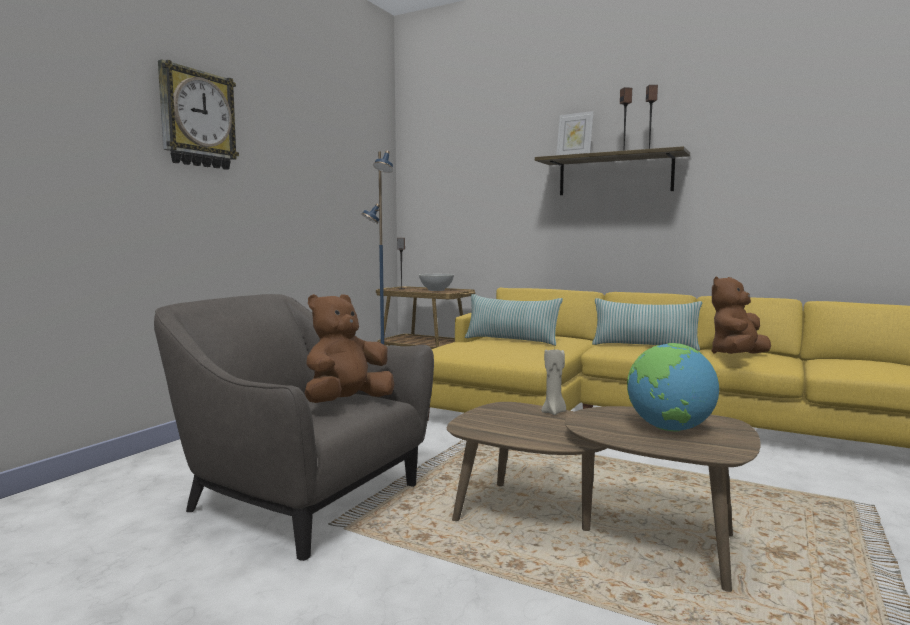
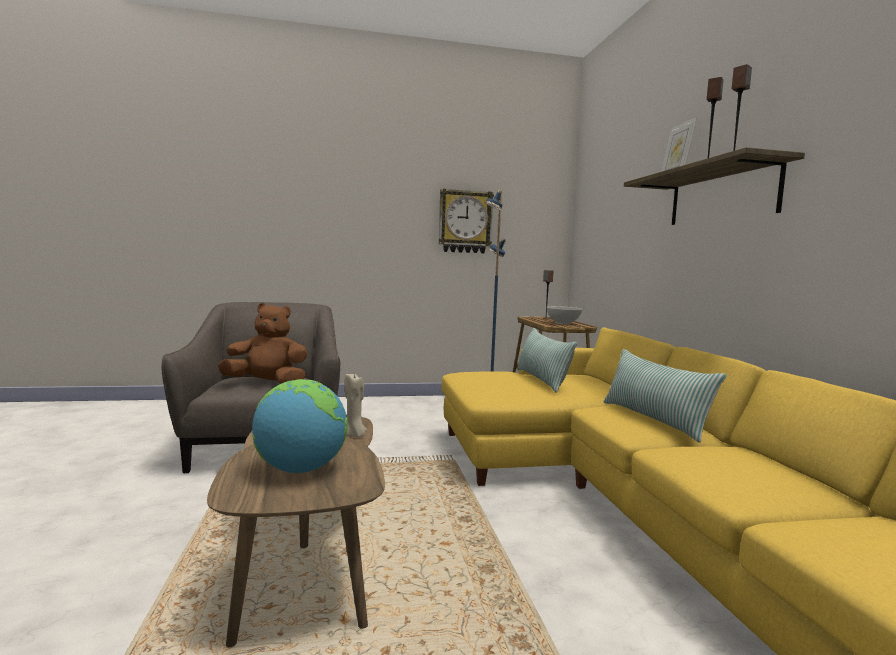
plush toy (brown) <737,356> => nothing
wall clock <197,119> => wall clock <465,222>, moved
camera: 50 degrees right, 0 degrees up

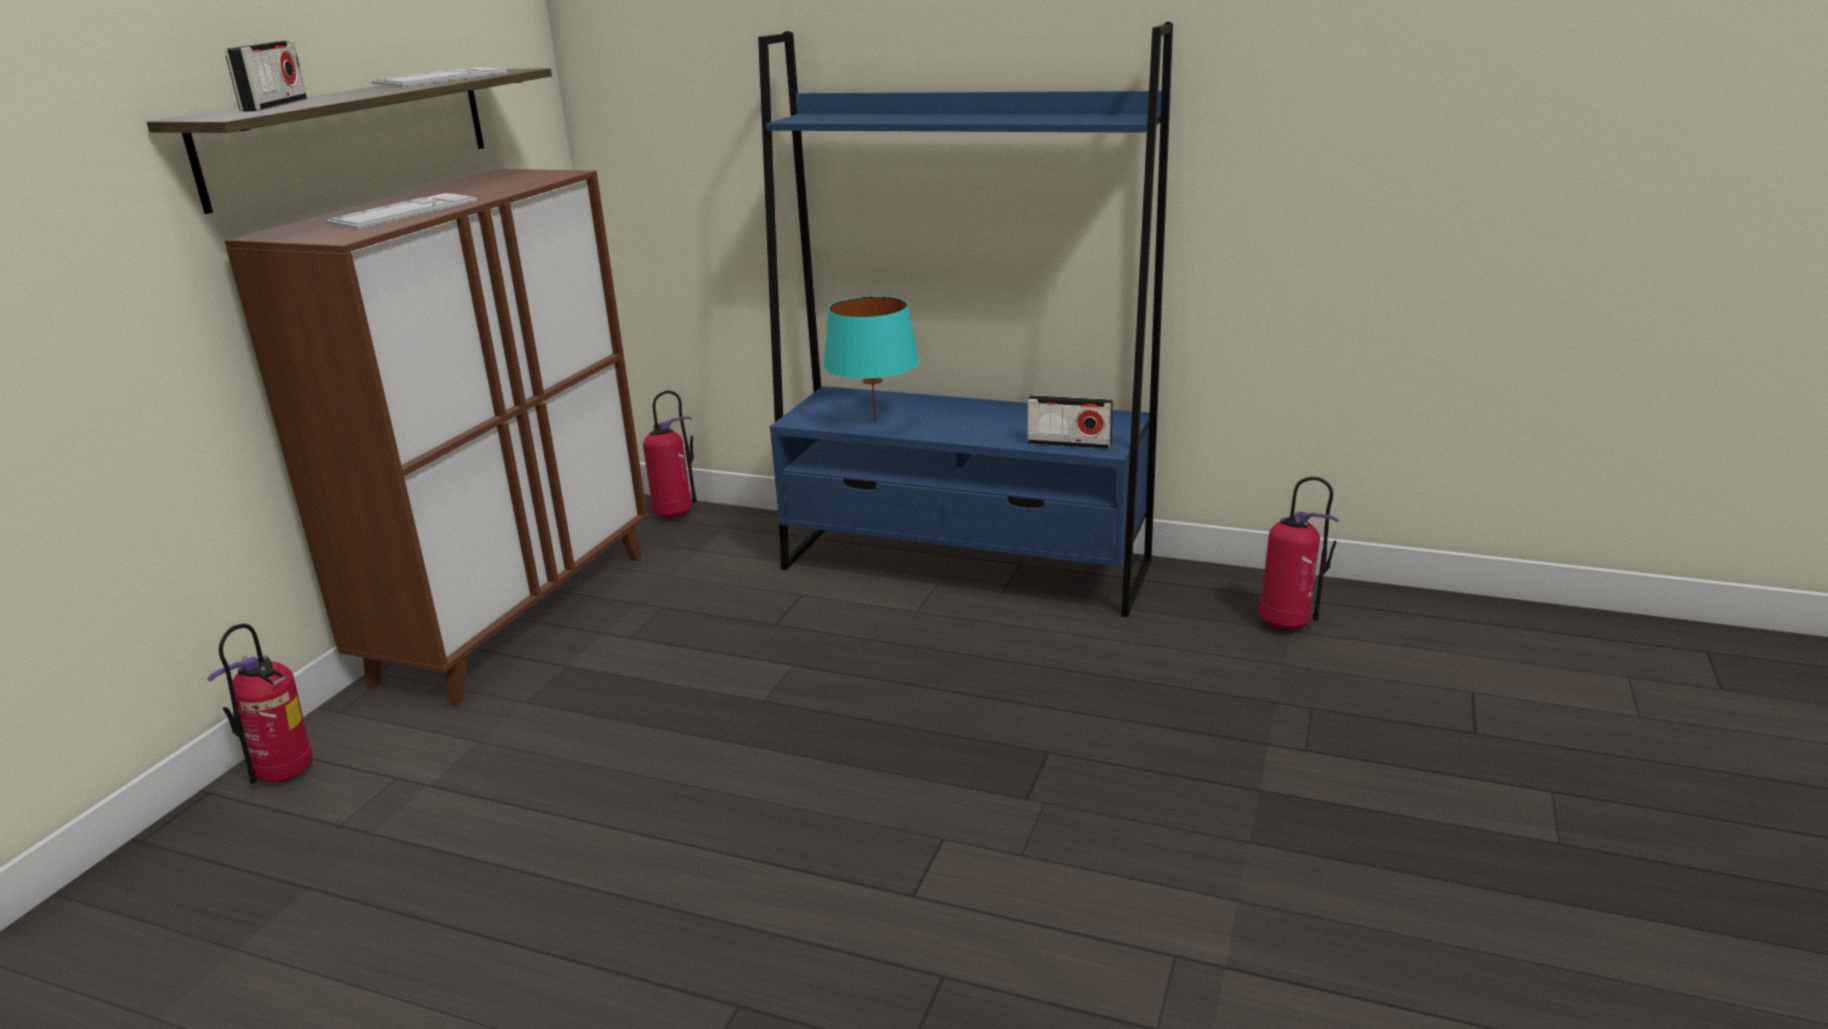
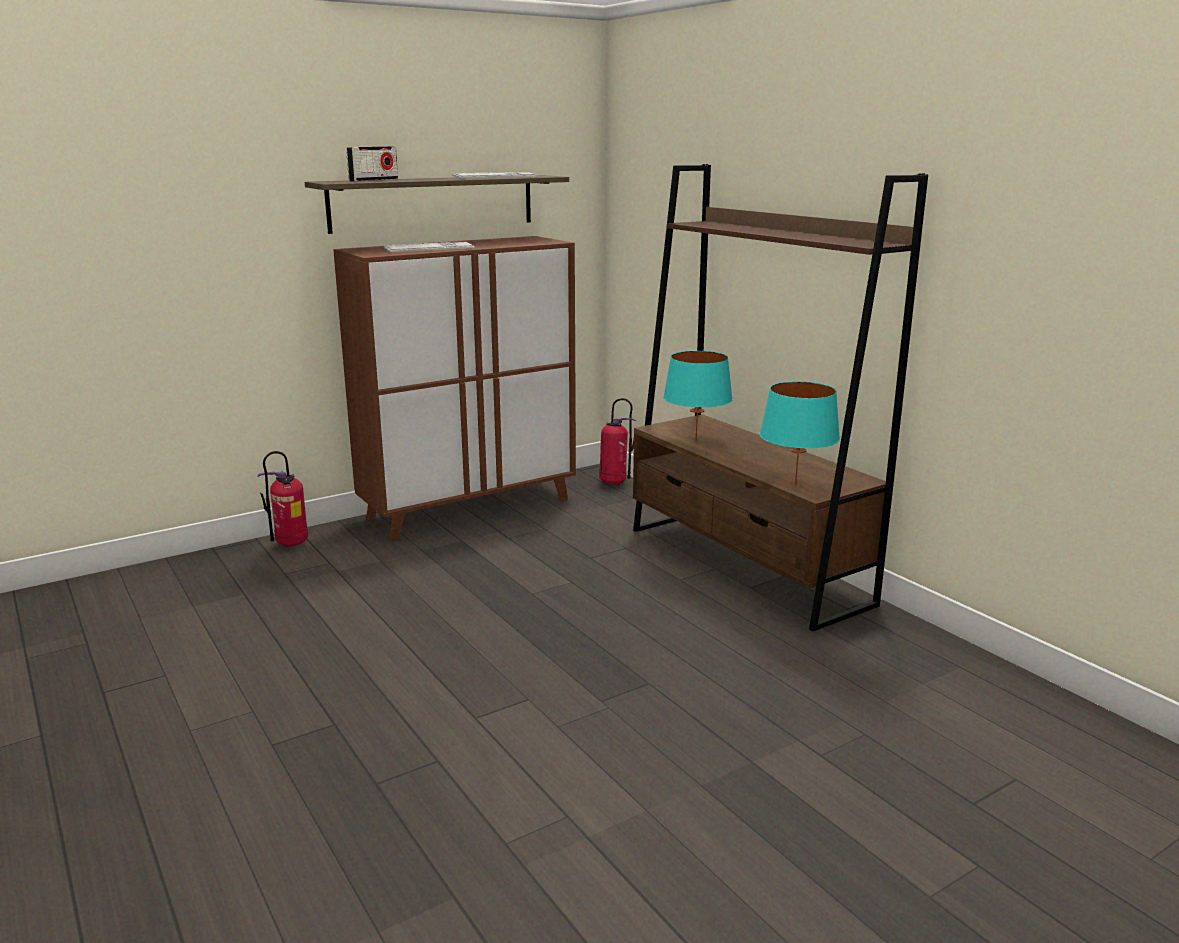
fire extinguisher <1287,623> => nothing
radio <1069,444> => table lamp (turquoise) <795,484>
bookcase (blue) <965,566> => bookcase (brown) <746,565>
camera: 35 degrees right, 5 degrees down

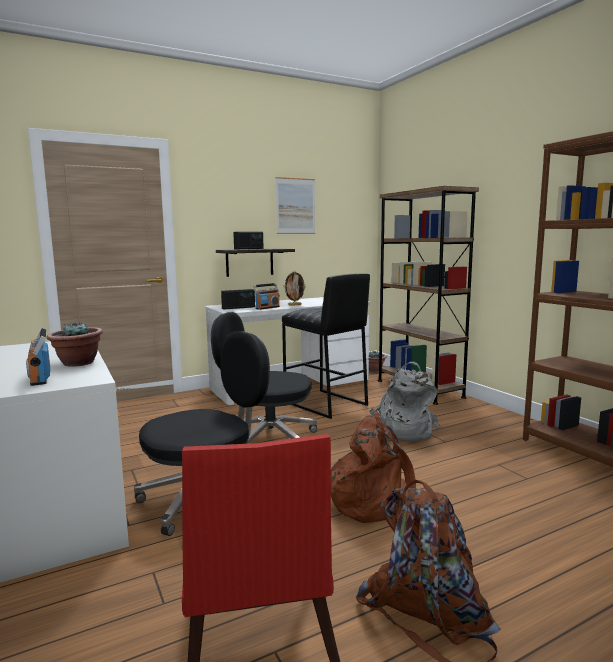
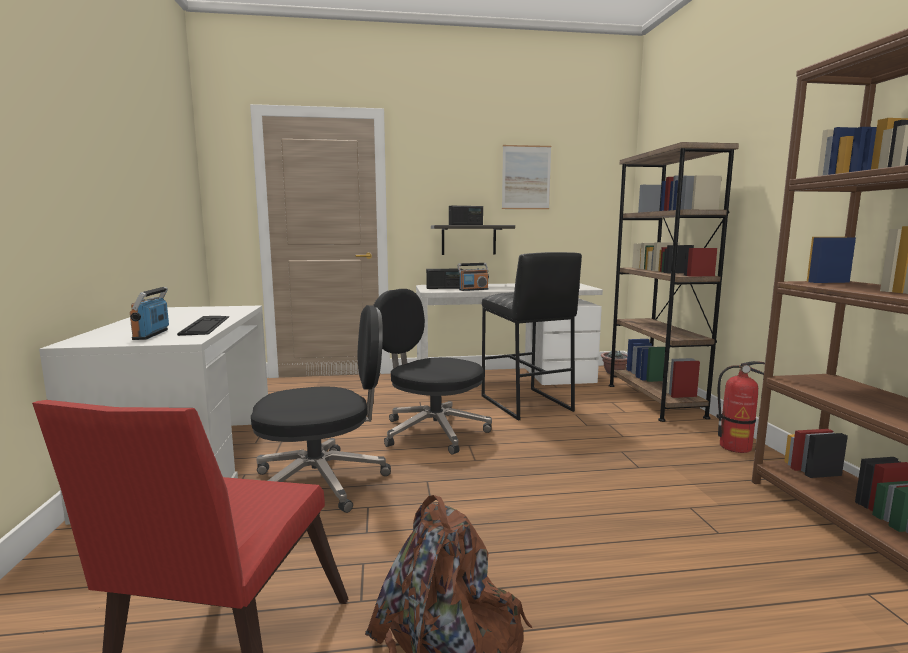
picture frame <294,305> => nothing
backpack (brown) <373,501> => nothing
backpack (grey) <402,430> => nothing
nothing => fire extinguisher <735,447>
potted plant <78,363> => keyboard <205,325>
camera: 20 degrees right, 0 degrees up

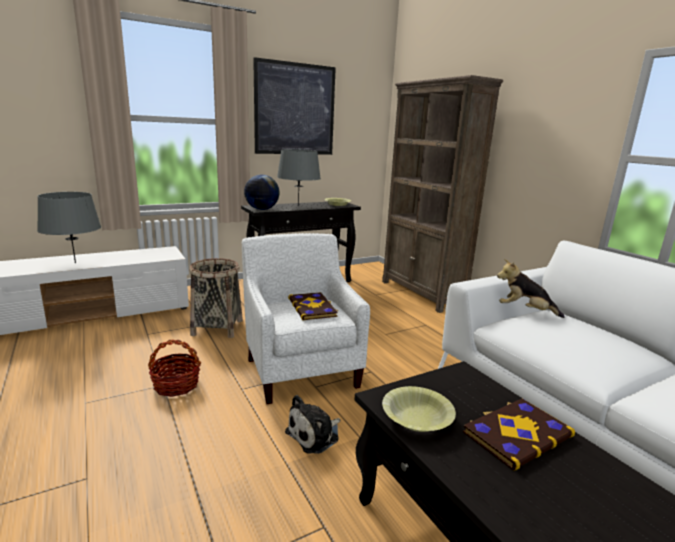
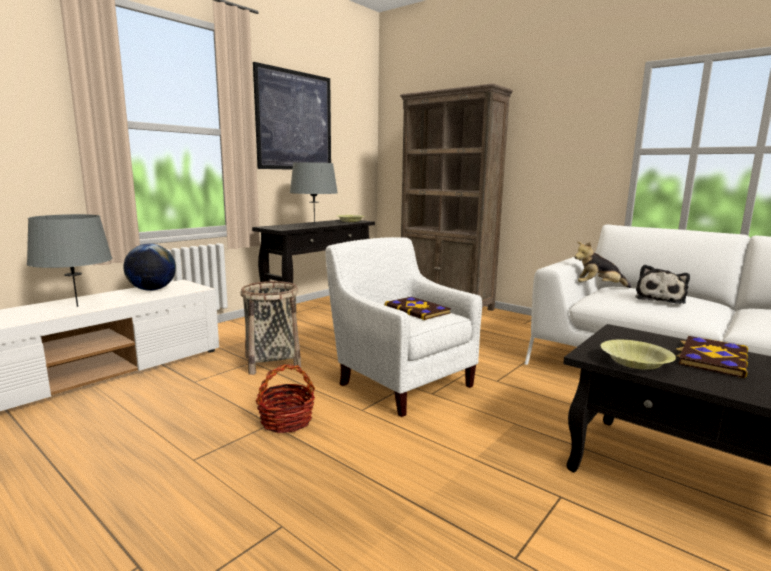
globe <262,209> => globe <152,290>, moved
plush toy <315,435> => plush toy <660,299>, moved
camera: 20 degrees left, 5 degrees down

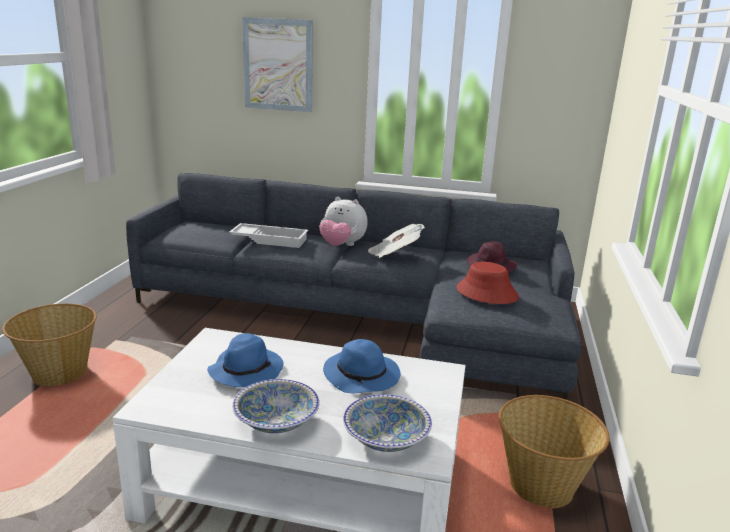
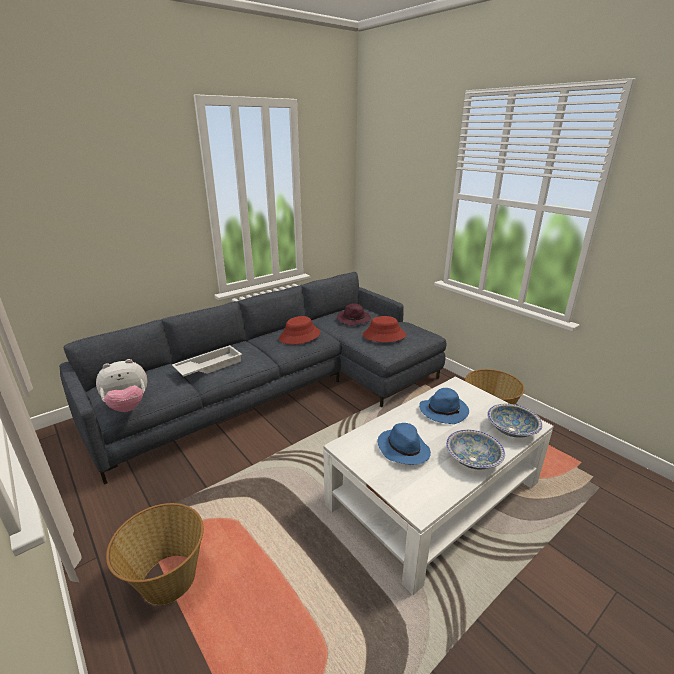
picture <278,65> => nothing
plush toy <342,245> => plush toy <128,406>, moved
newspaper <394,254> => hat (red) <300,336>
camera: 50 degrees left, 5 degrees up

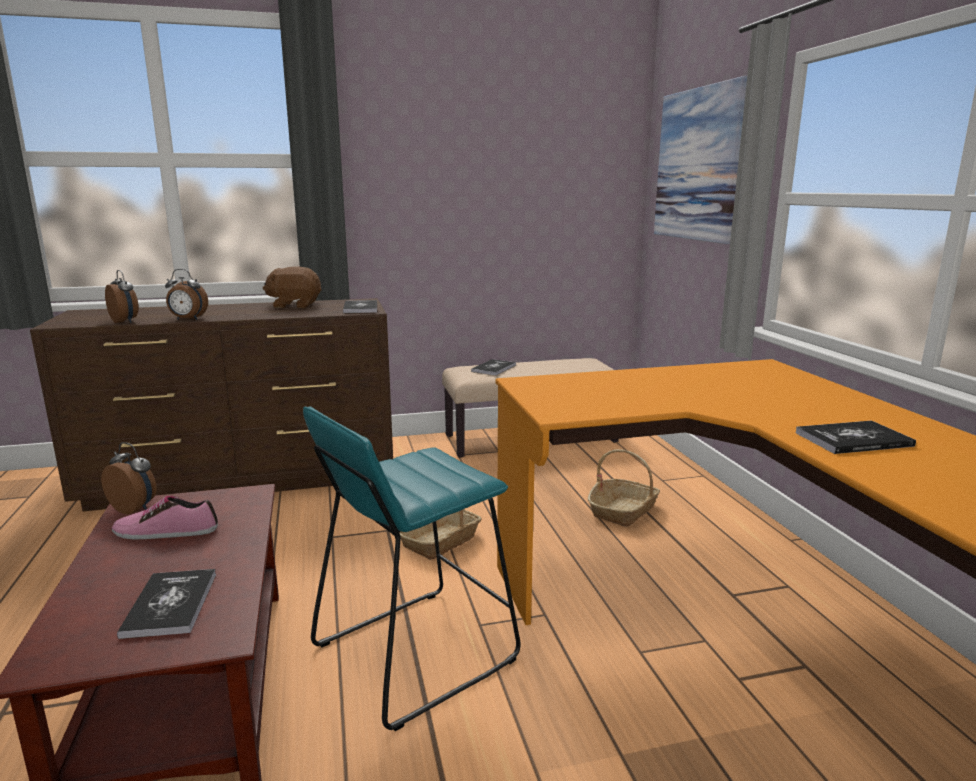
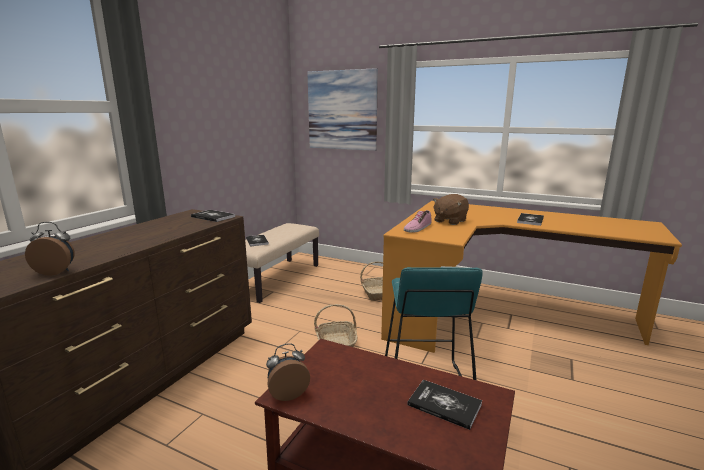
alarm clock <188,319> => nothing
shoe <166,531> => shoe <417,228>, moved
plush toy (brown) <295,305> => plush toy (brown) <449,221>, moved
camera: 50 degrees left, 0 degrees up

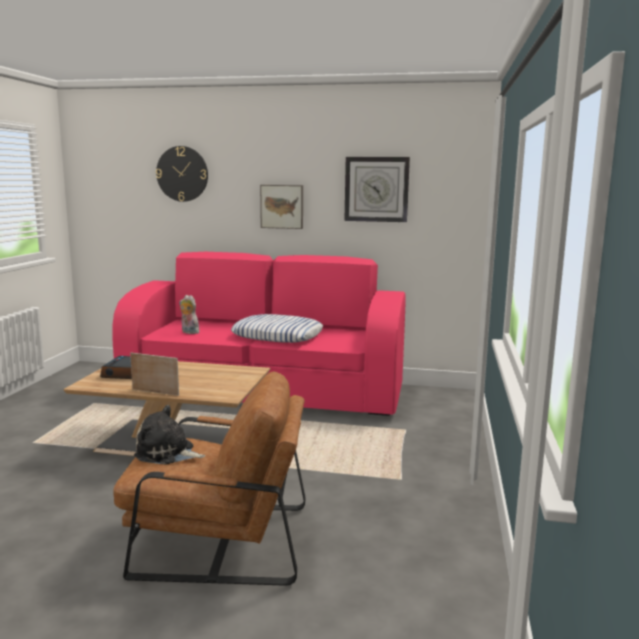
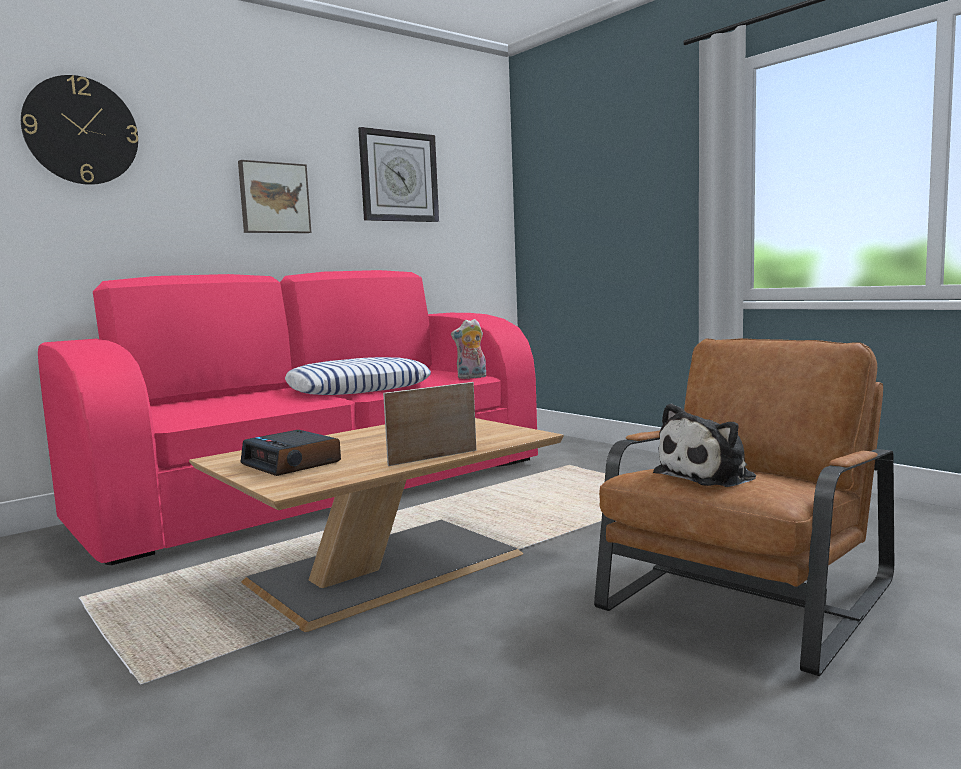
plush toy <189,332> => plush toy <471,377>, moved
camera: 50 degrees left, 5 degrees down

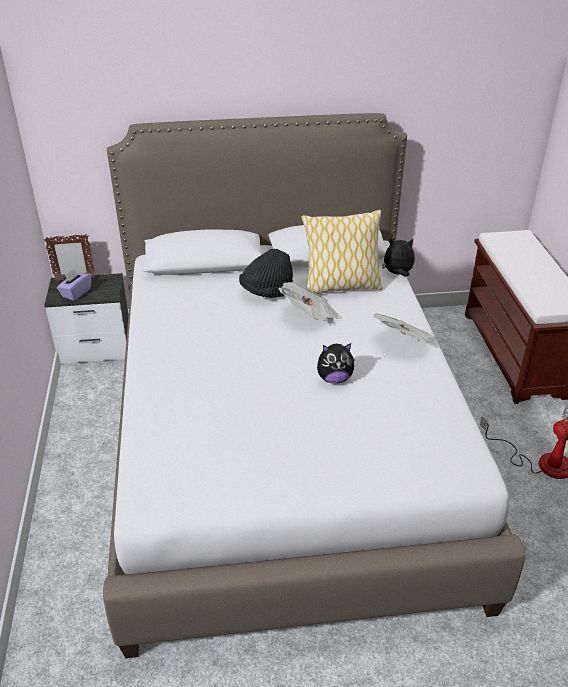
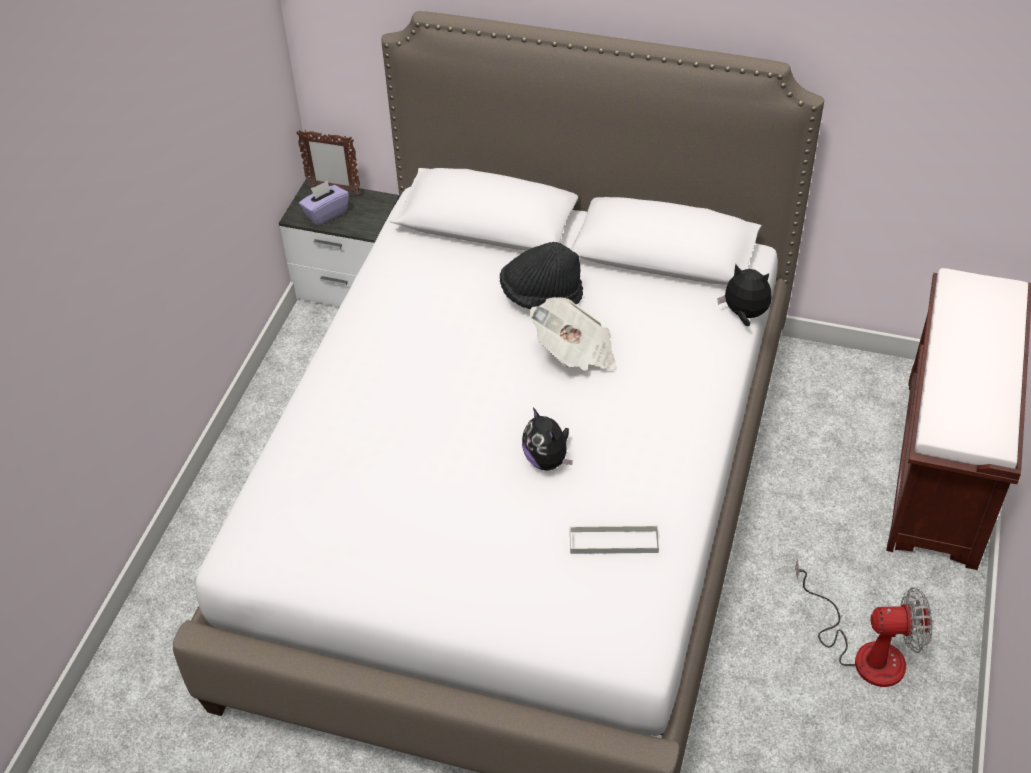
pillow <341,286> => nothing
newspaper <404,342> => nothing
nothing => tray (grey) <613,542>
plush toy <334,379> => plush toy <547,460>, 45 degrees clockwise
camera: 25 degrees right, 10 degrees up

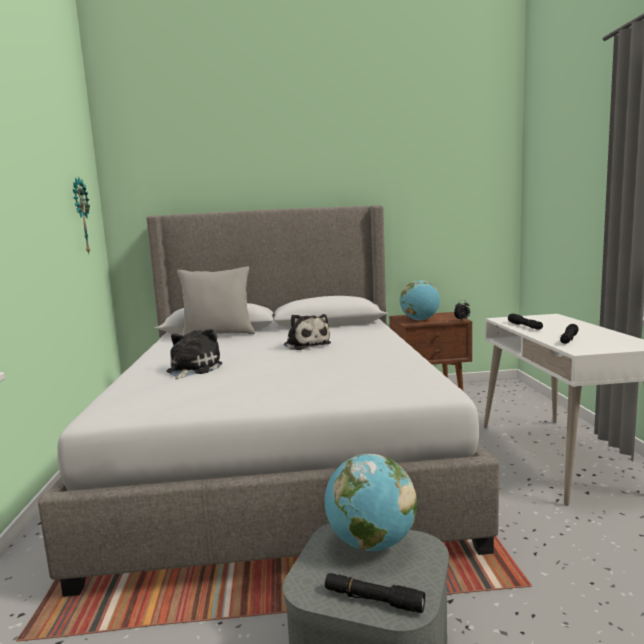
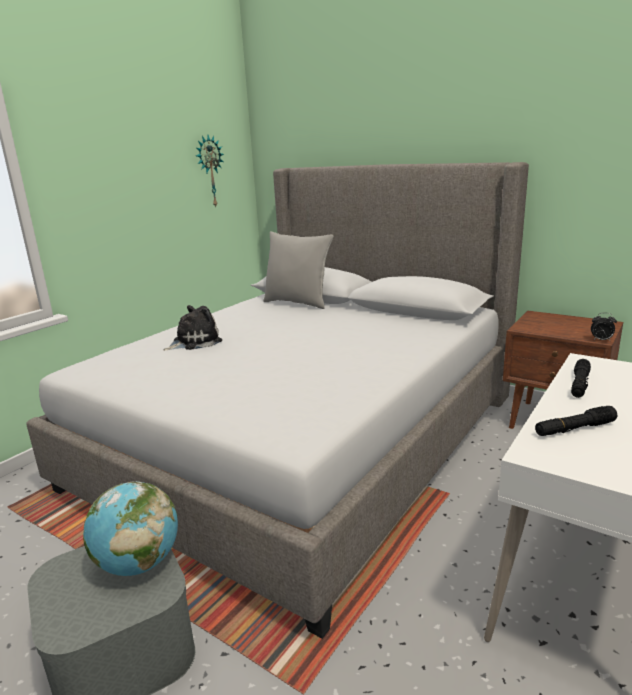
plush toy <306,345> => nothing
flashlight (black) <373,600> => nothing
globe <420,320> => nothing
camera: 40 degrees right, 10 degrees up

